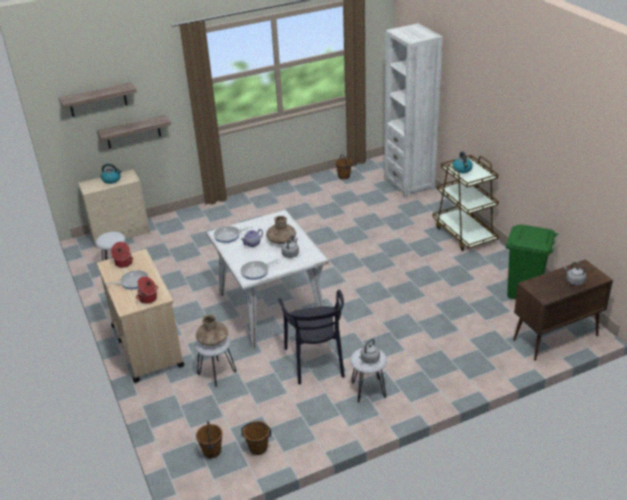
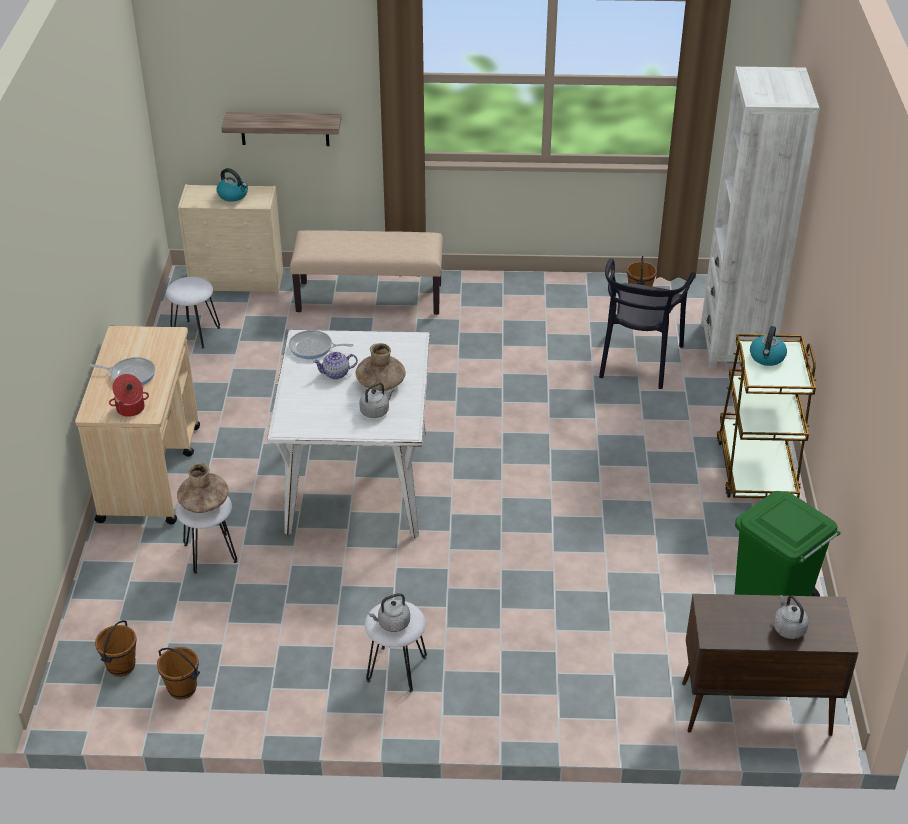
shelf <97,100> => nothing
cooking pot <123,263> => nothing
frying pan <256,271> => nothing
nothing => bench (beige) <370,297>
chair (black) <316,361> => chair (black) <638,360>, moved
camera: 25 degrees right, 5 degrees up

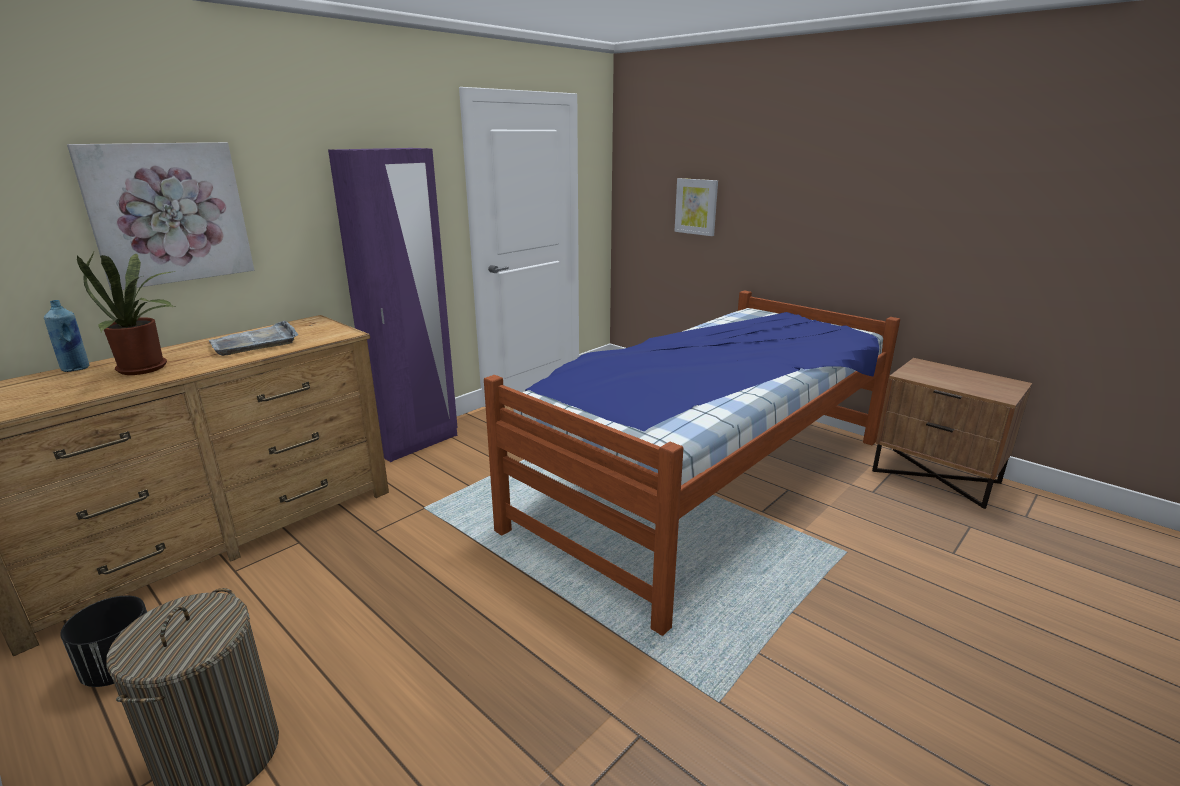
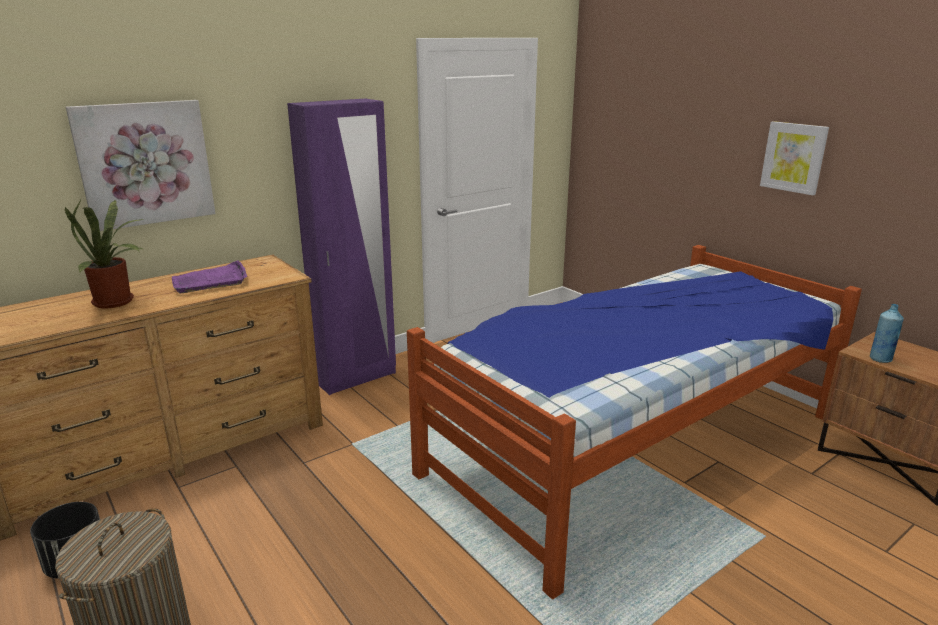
bottle (blue) <76,368> => bottle (blue) <880,359>, moved
picture <696,206> => picture <794,157>, moved
tray (grey) <255,342> => tray (purple) <210,281>
camera: 10 degrees right, 0 degrees up

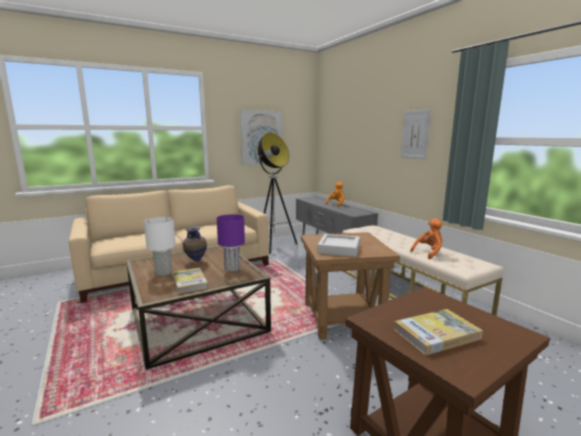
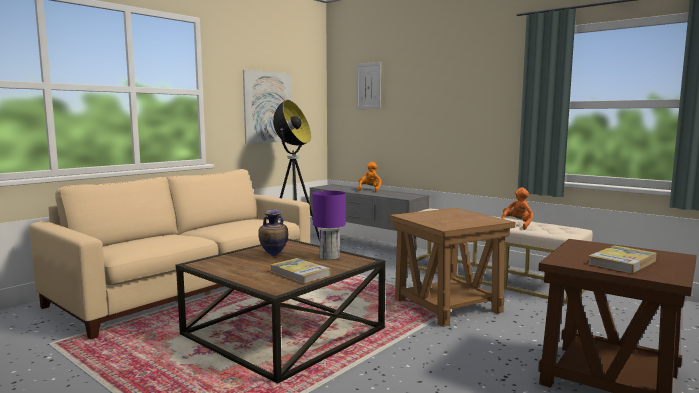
table lamp (white) <164,272> => nothing
tray (grey) <339,249> => nothing
picture <415,134> => picture <368,86>, moved
camera: 20 degrees left, 5 degrees down

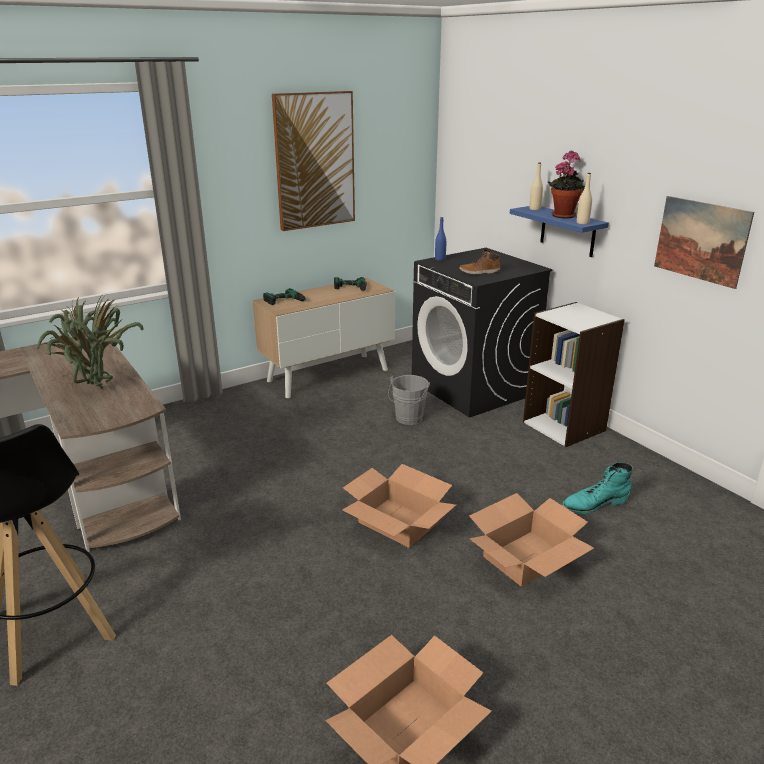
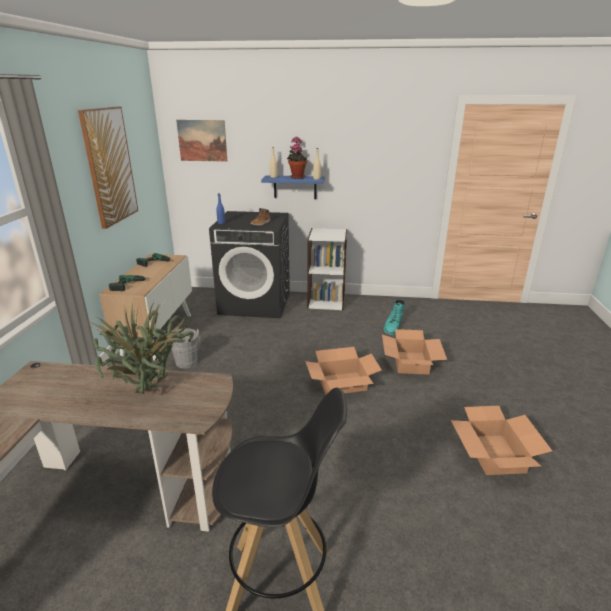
bucket (grey) <408,419> => bucket (grey) <187,363>, moved
picture <701,241> => picture <202,140>, moved
camera: 50 degrees left, 0 degrees up

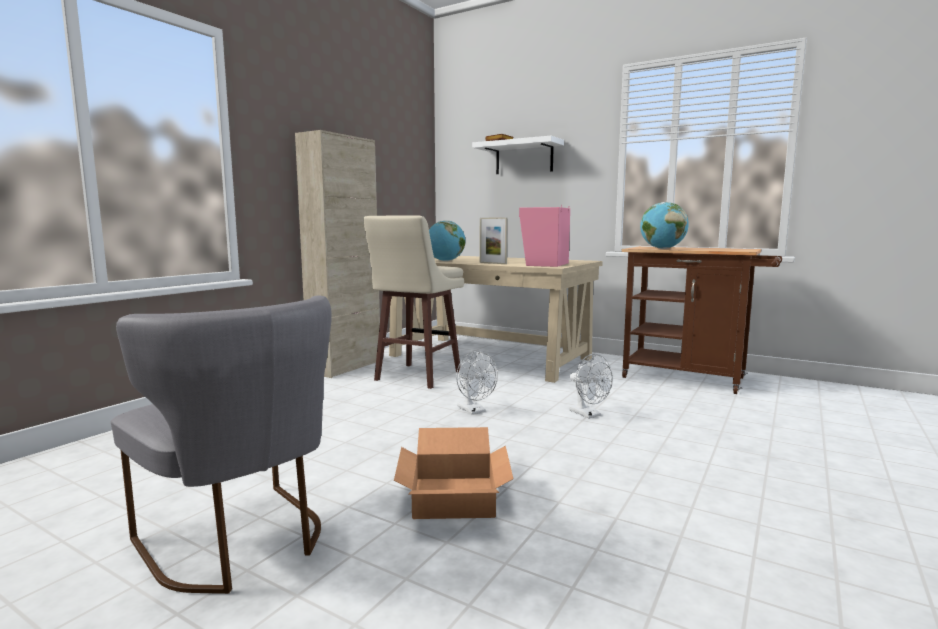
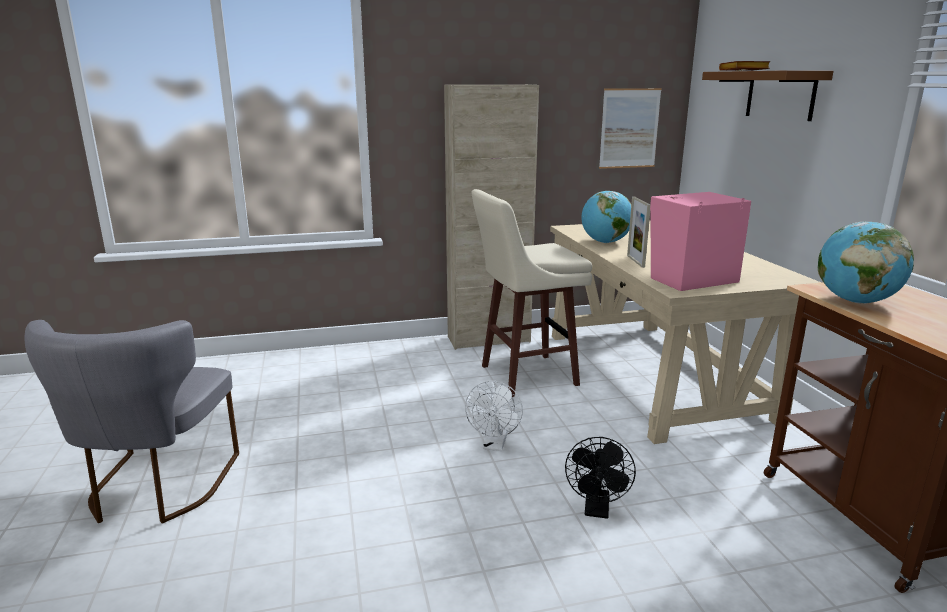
cardboard box <455,497> => nothing
nothing => picture <629,128>
shelf (white) <524,158> => shelf (brown) <780,95>
fan (white) <588,414> => fan (black) <597,510>
camera: 45 degrees right, 10 degrees up

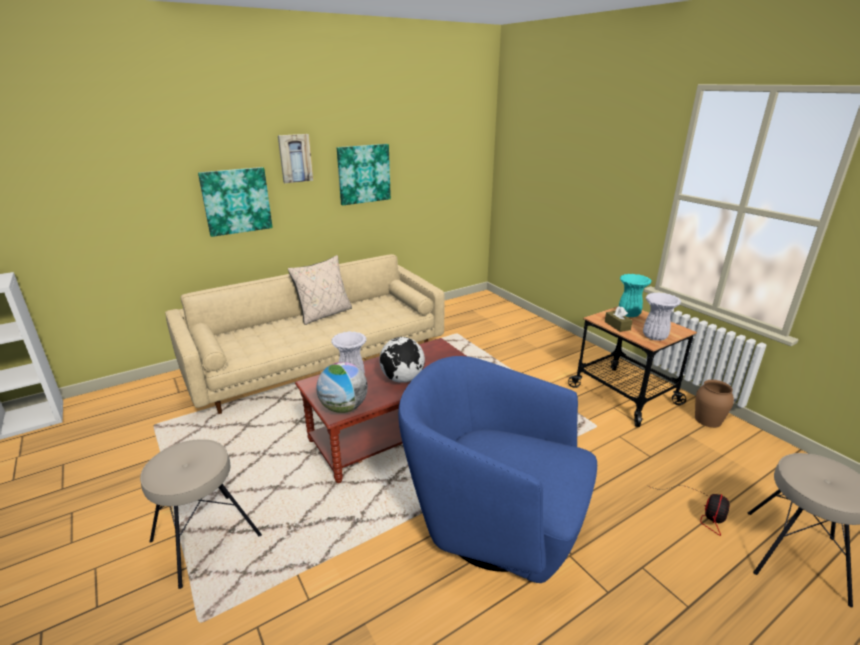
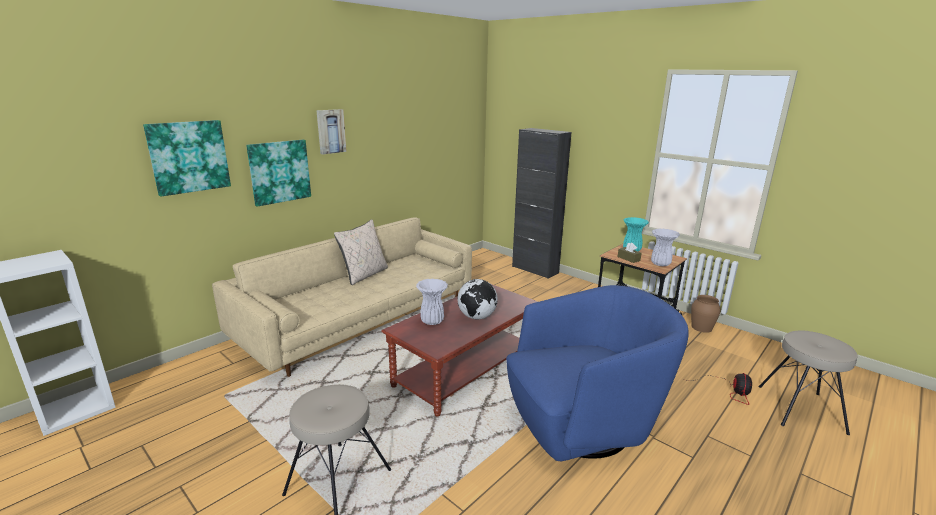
globe <344,408> => nothing
nothing => cabinet (black) <535,270>
picture <363,174> => picture <189,157>, moved
armchair (blue) <493,522> => armchair (blue) <583,424>, 150 degrees clockwise
camera: 15 degrees left, 5 degrees down

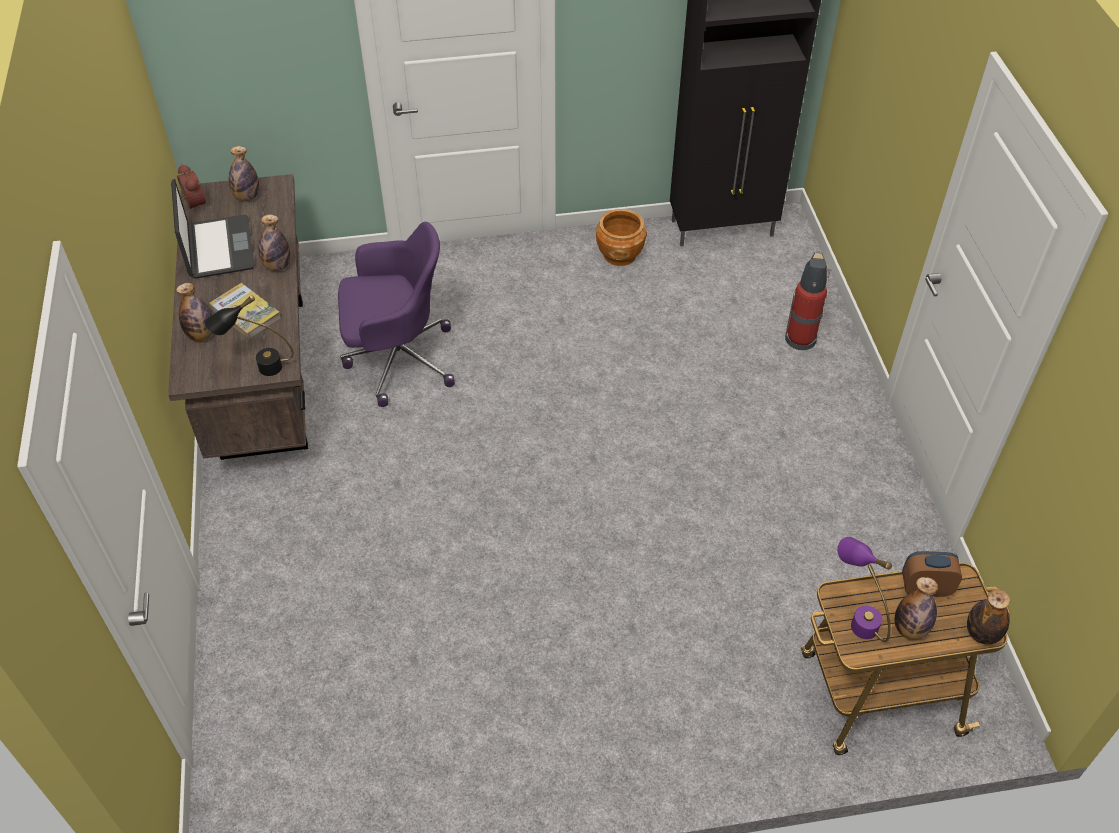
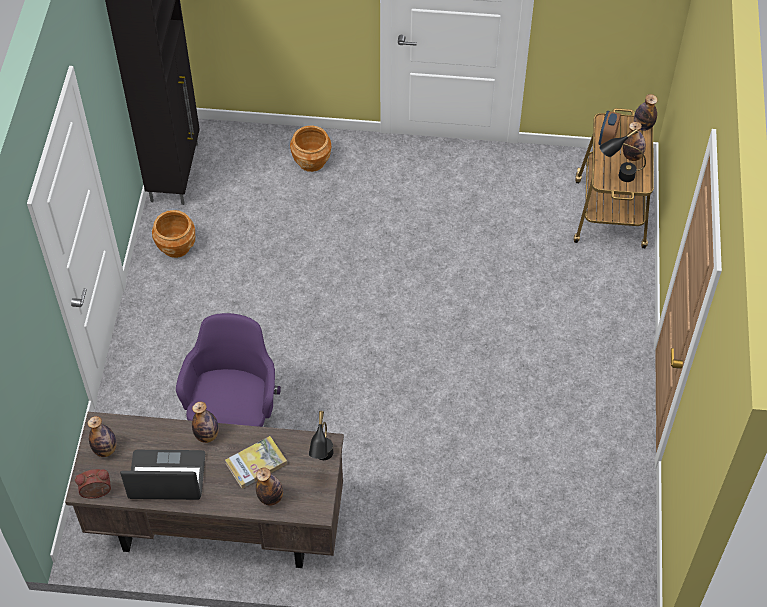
fire extinguisher <800,338> => planter (brown) <311,161>
table lamp (purple) <856,616> => table lamp (black) <618,177>
camera: 75 degrees left, 5 degrees up

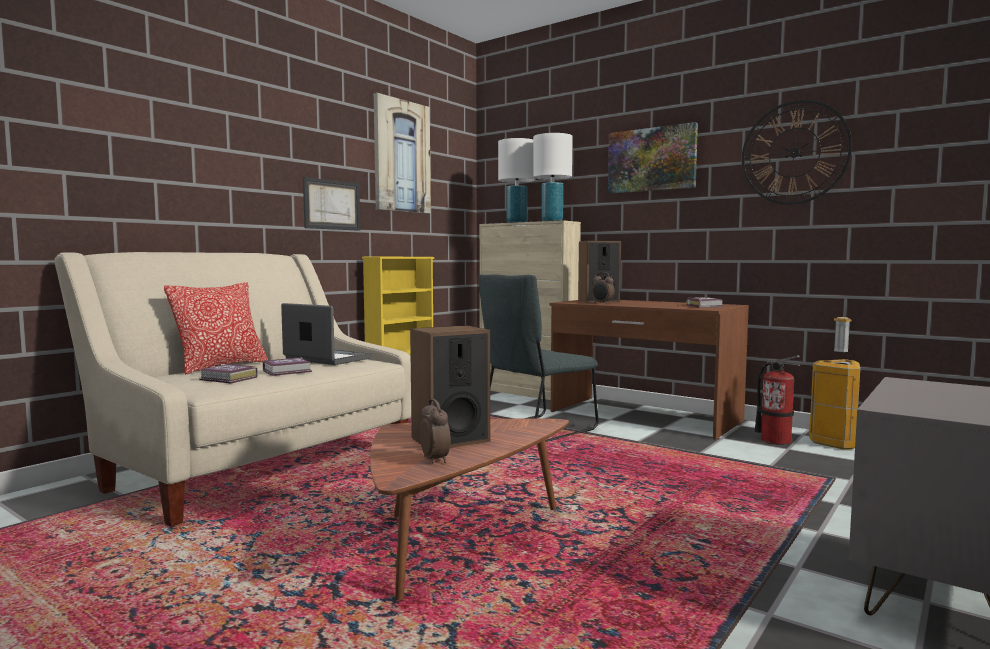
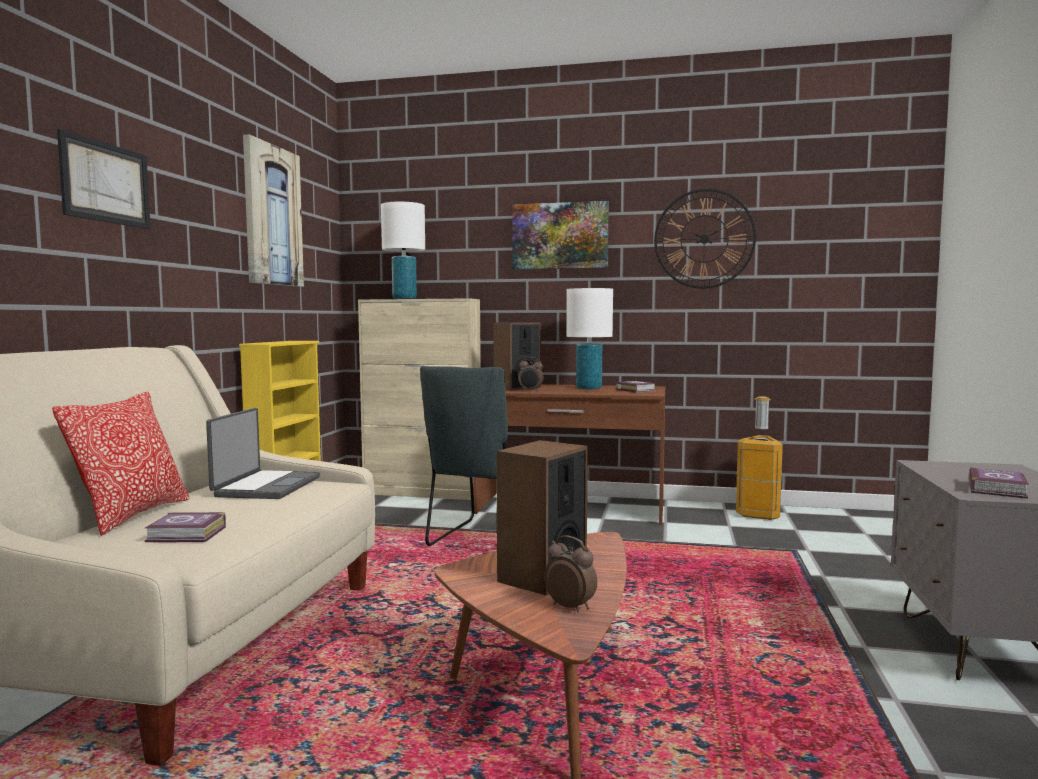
fire extinguisher <775,440> => nothing
book <288,371> => book <998,489>, moved
picture <332,205> => picture <105,183>, moved
table lamp (white) <552,221> => table lamp (white) <589,388>, moved
laptop <326,359> => laptop <266,487>, 90 degrees clockwise
camera: 25 degrees left, 0 degrees up

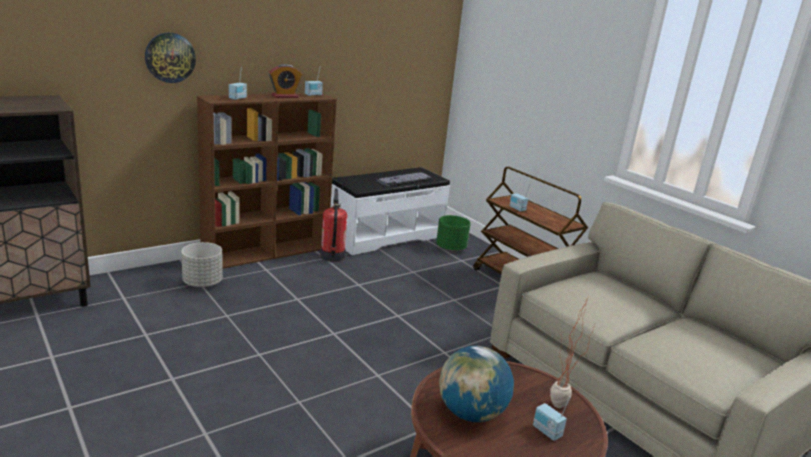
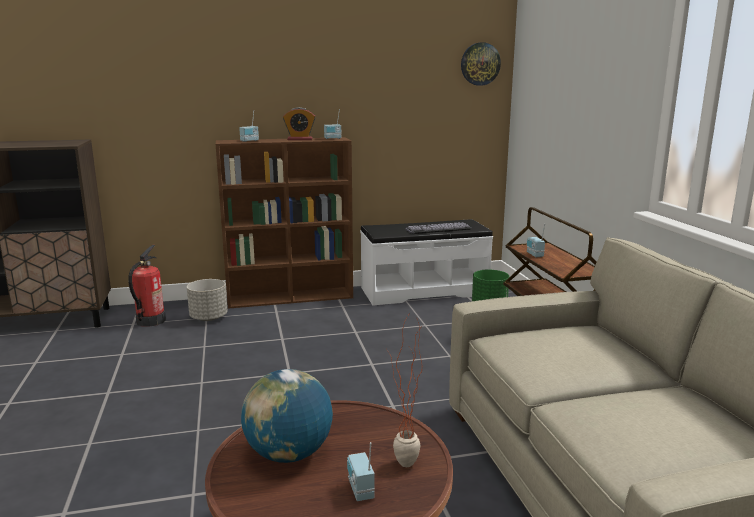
wall clock <170,57> => wall clock <480,64>, moved
fire extinguisher <332,256> => fire extinguisher <150,321>, moved
camera: 25 degrees right, 5 degrees down

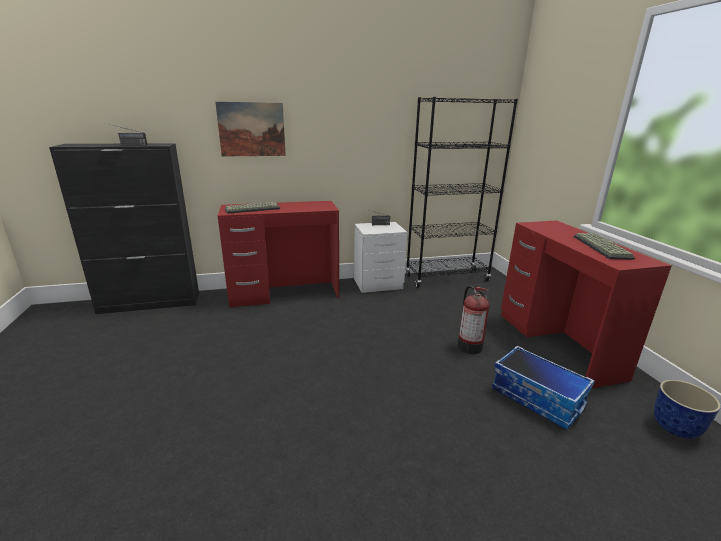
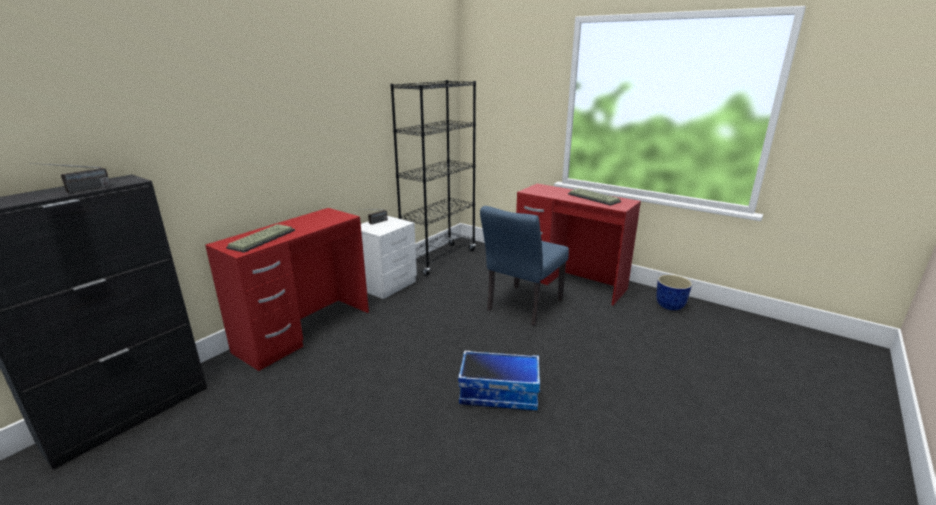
picture <252,129> => nothing
storage box <537,398> => storage box <499,393>, moved
fire extinguisher <469,346> => chair (blue) <521,307>
camera: 40 degrees left, 0 degrees up

